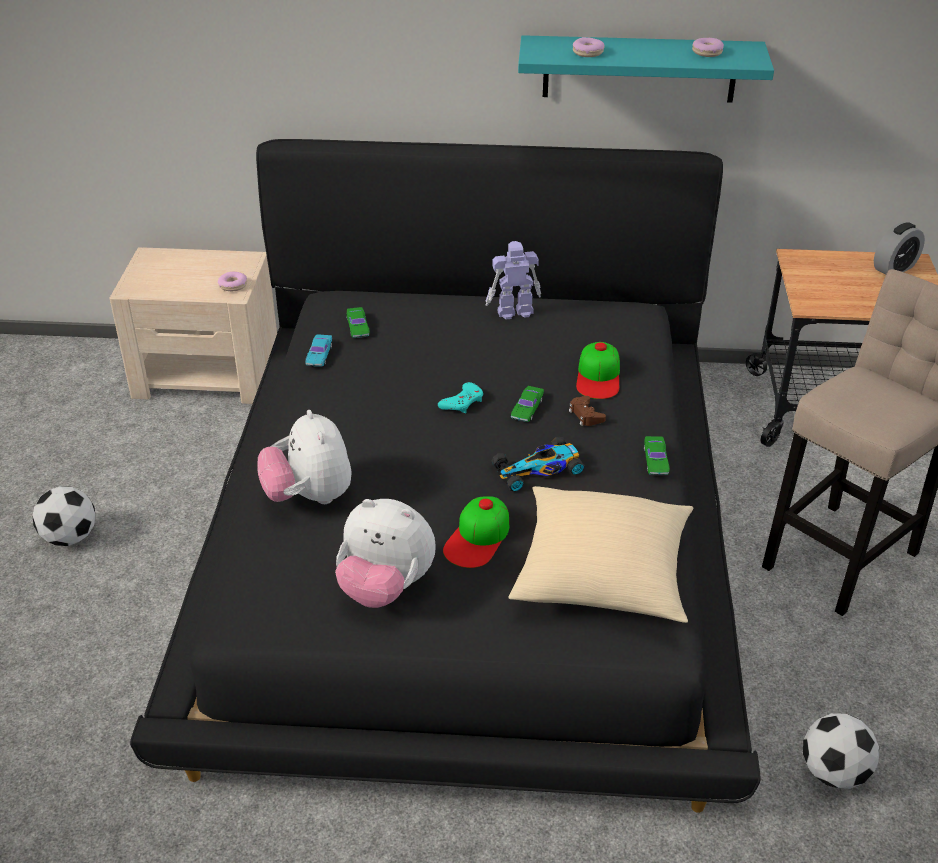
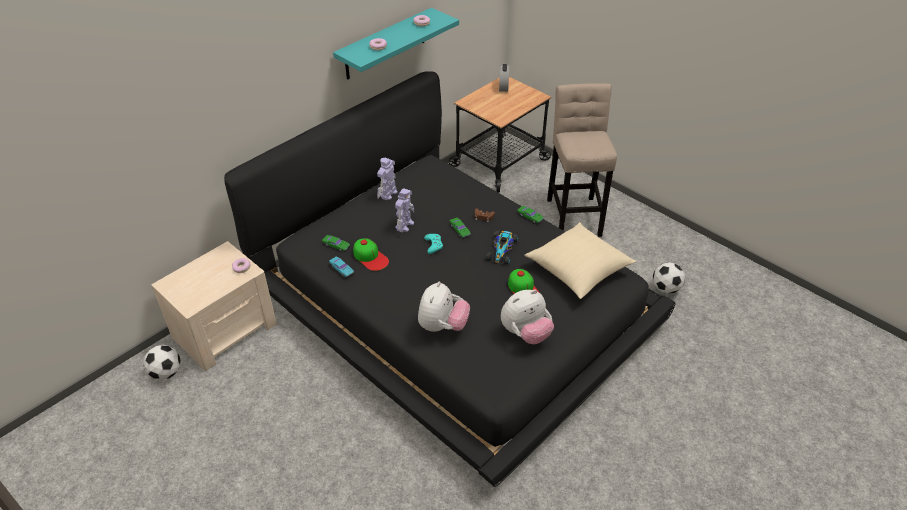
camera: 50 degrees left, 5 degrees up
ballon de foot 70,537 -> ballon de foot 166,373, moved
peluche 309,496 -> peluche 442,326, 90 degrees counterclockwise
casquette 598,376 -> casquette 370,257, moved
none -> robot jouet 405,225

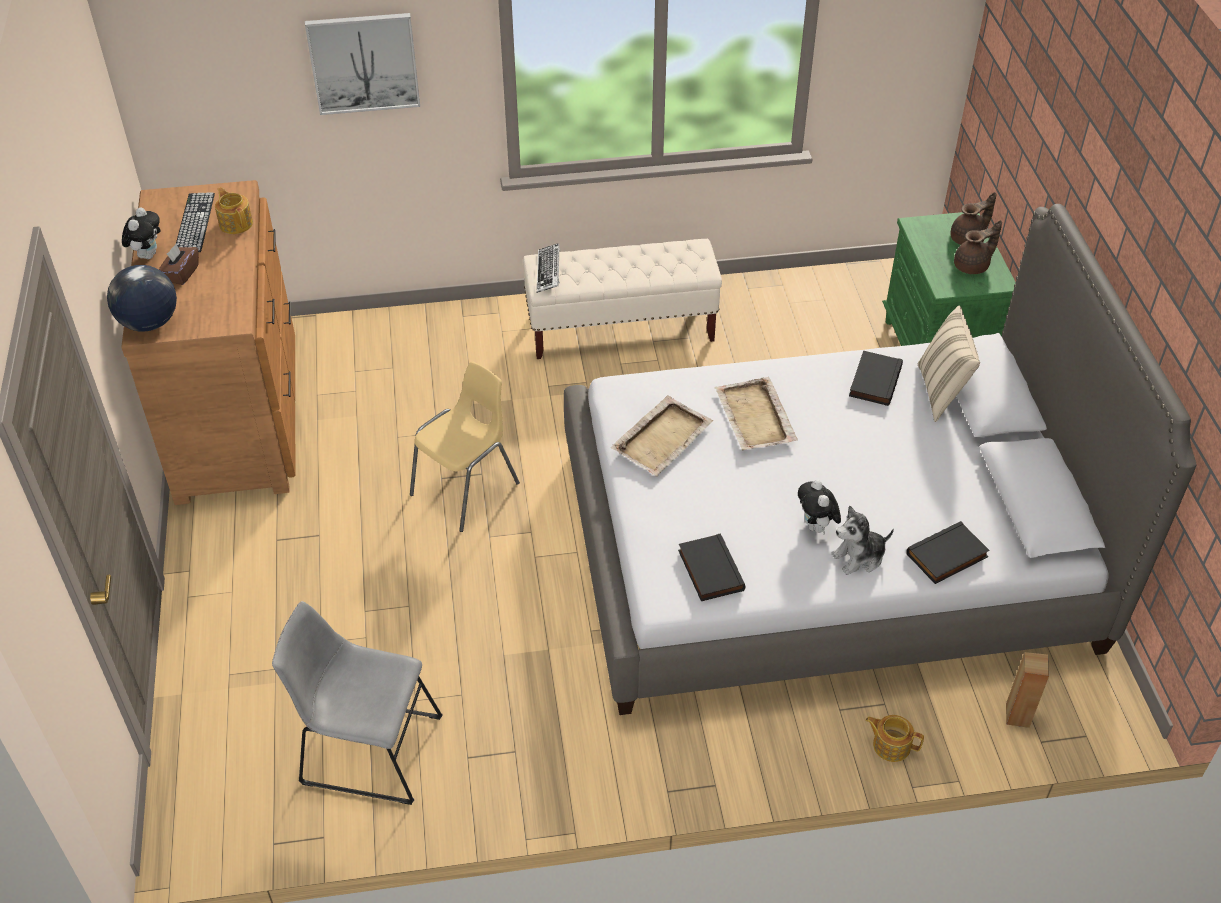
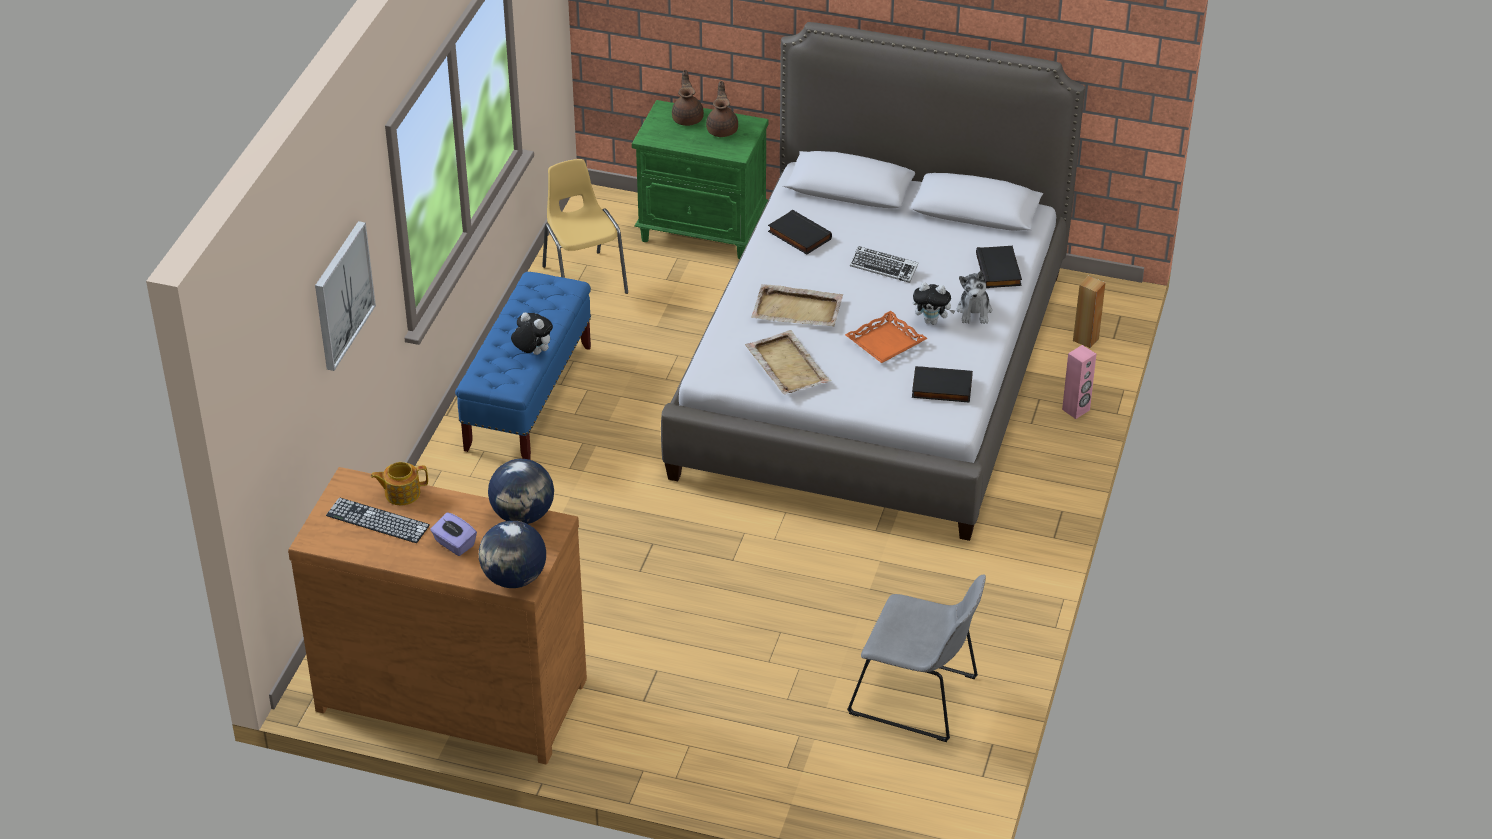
camera: 65 degrees left, 5 degrees down
peluche 147,254 -> peluche 532,353, moved
boîte à mouchoirs [marron] 181,274 -> boîte à mouchoirs [violet] 454,544
chaise [gris] 365,748 -> chaise [gris] 918,697, 105 degrees counterclockwise
chaise [jaune] 467,489 -> chaise [jaune] 584,279, moved
banc [beige] 621,329 -> banc [bleu] 528,398
clavier 548,271 -> clavier 884,268, moved
théière 890,745 -> enceinte [rose] 1076,410
coussin [beige] 942,392 -> none
none -> globe 523,515
none -> plateau [orange] 886,343

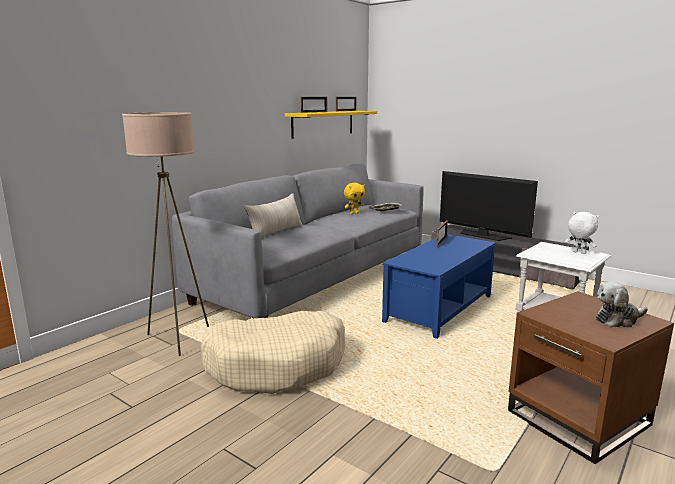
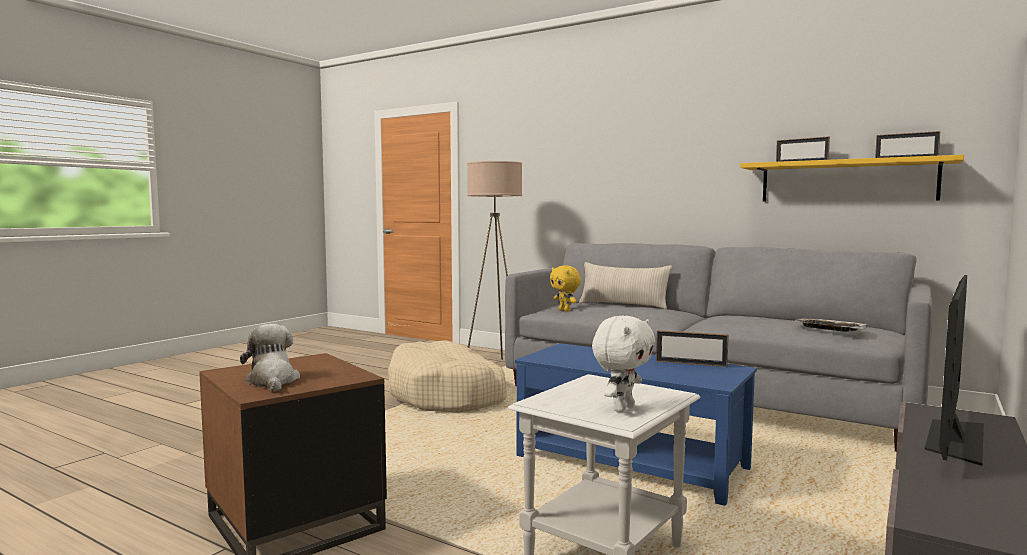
camera: 85 degrees right, 10 degrees down
peluche [jaune] 354,213 -> peluche [jaune] 565,310, moved

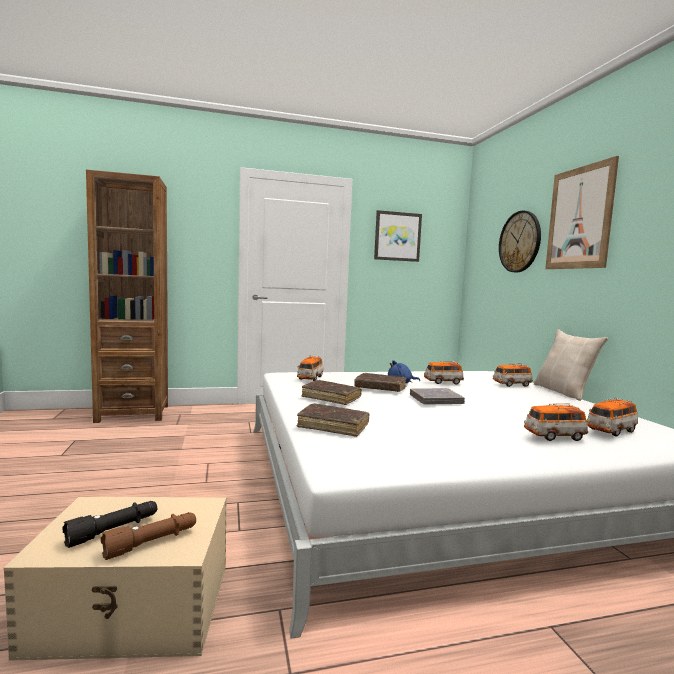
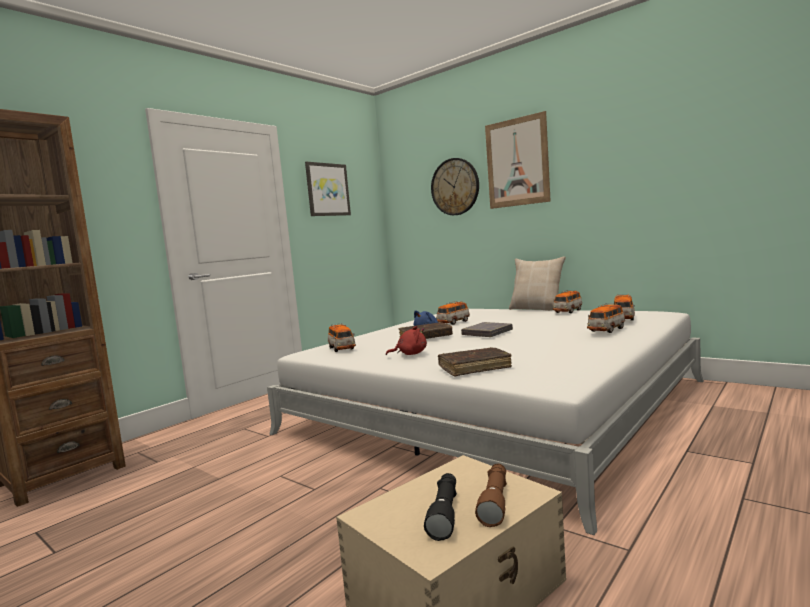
camera: 35 degrees left, 0 degrees up
livre [marron] 331,398 -> peluche [rouge] 410,354
petite voiture 511,384 -> petite voiture 568,311, moved

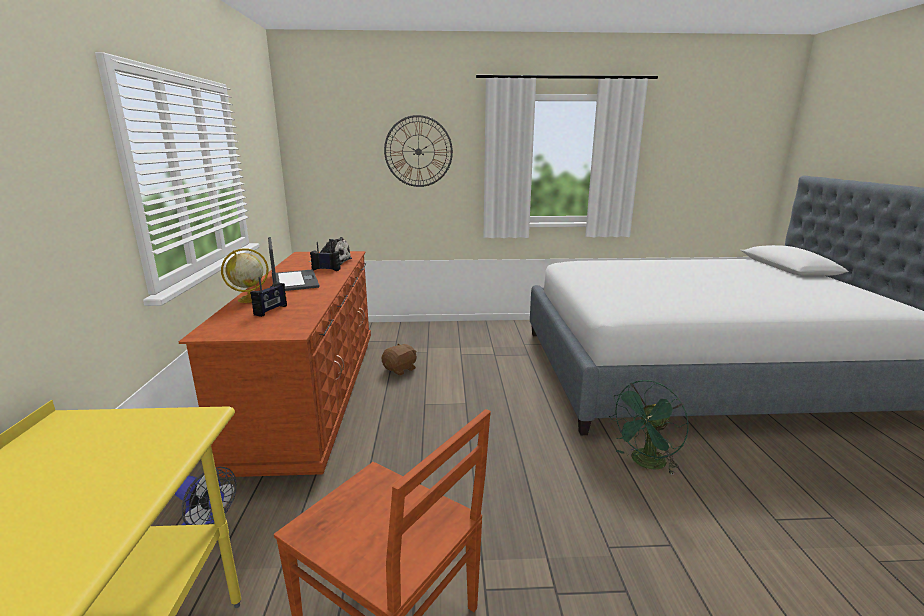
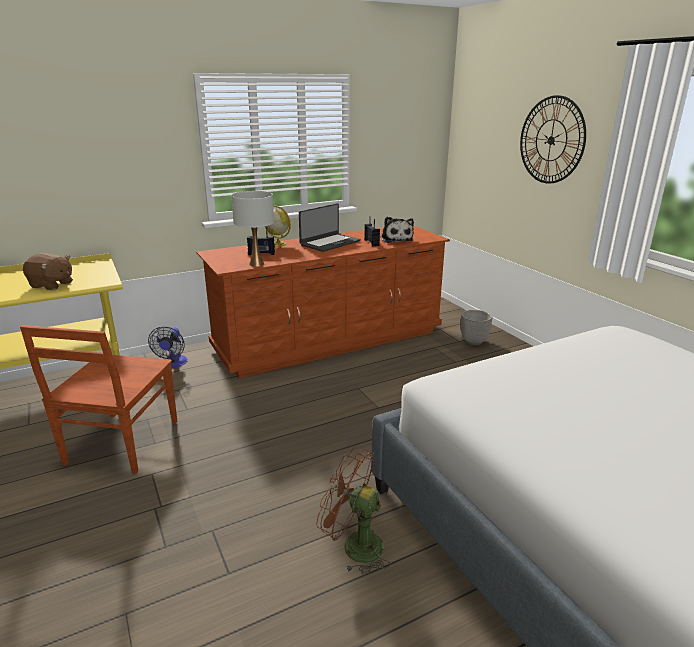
camera: 65 degrees right, 5 degrees up
peluche [marron] 400,369 -> peluche [marron] 51,285, moved
ventilateur [vert] 645,463 -> ventilateur [marron] 354,545
none -> lampe de table [blanc] 256,264
none -> cache-pot 474,342

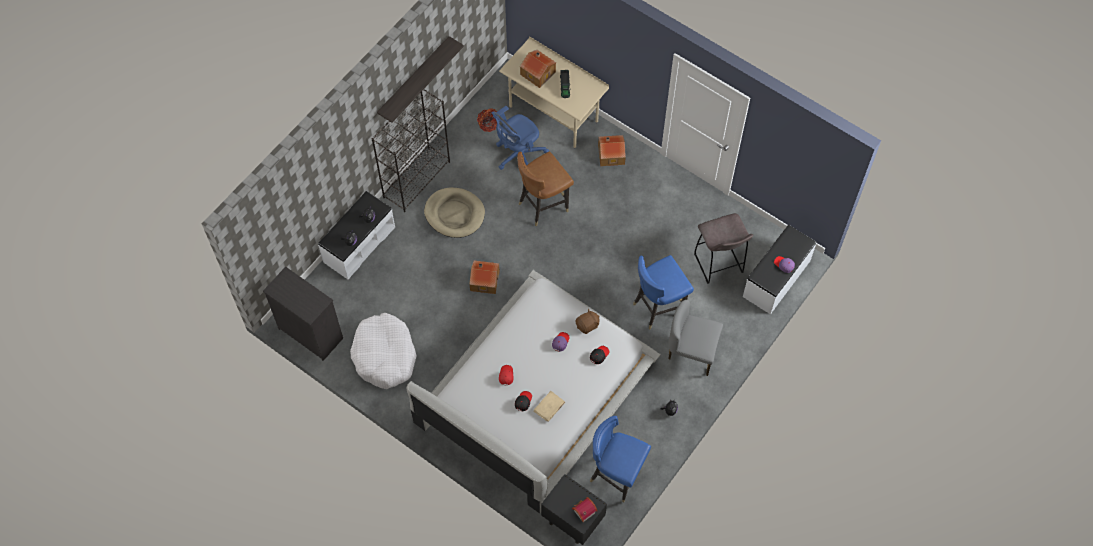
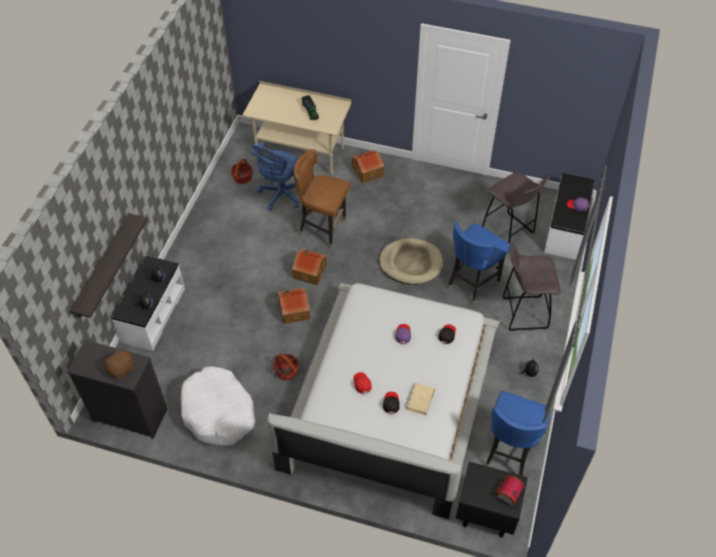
camera: 20 degrees left, 10 degrees down
bibliothèque [noir] 417,179 -> none
étagère 414,79 -> étagère 102,267, moved
panier pour chien [beige] 454,214 -> panier pour chien [beige] 411,263, moved
chaise [marron] 543,205 -> chaise [marron] 323,229, 75 degrees clockwise
maison miniature 538,72 -> maison miniature 309,271, moved
peluche [marron] 587,325 -> peluche [marron] 121,369, moved
chaise [bleu] 616,476 -> chaise [bleu] 508,453, 75 degrees counterclockwise
chaise [gris] 692,351 -> tabouret [gris] 522,313
none -> panier 286,371

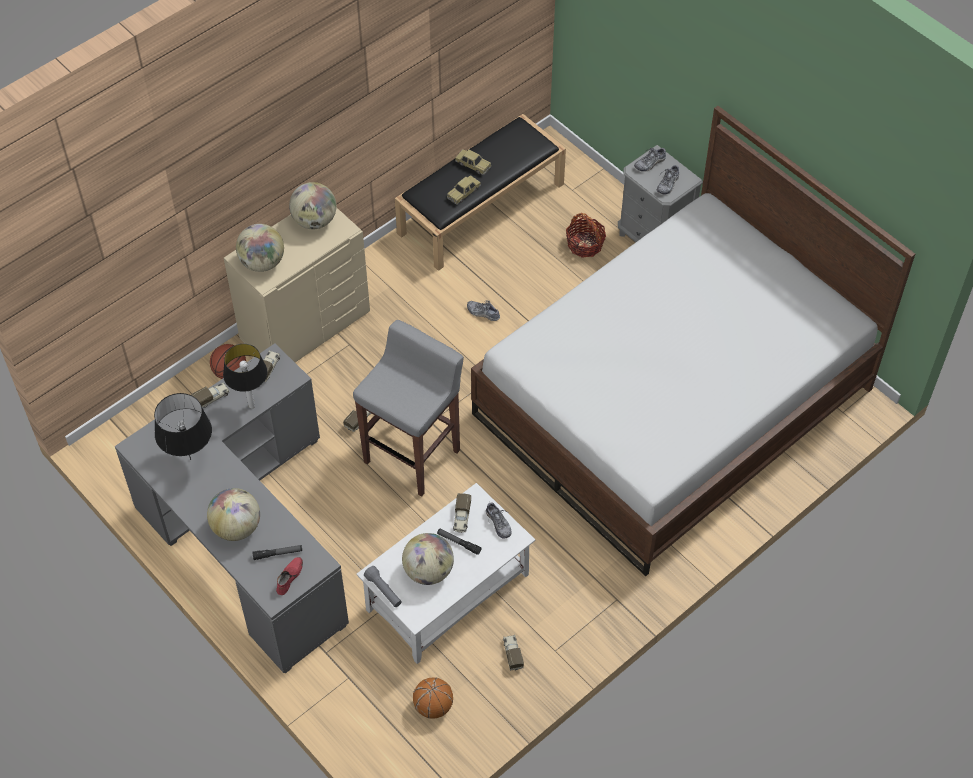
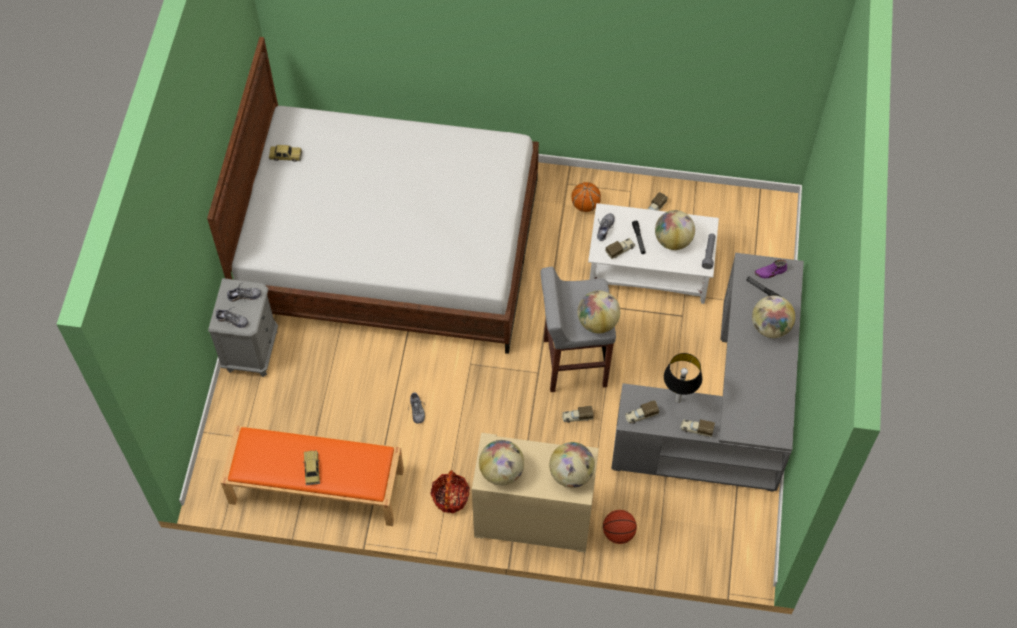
camera: 130 degrees left, 5 degrees up
lampe de table [noir] 190,459 -> none
chaussure [rouge] 289,577 -> chaussure [violet] 770,272
banc [noir] 481,207 -> banc [orange] 315,487
ballon de basket 433,706 -> ballon de basket 585,205, moved
petite voiture 464,193 -> petite voiture 285,156, moved
panier 585,244 -> panier 450,497, moved
none -> globe 597,322

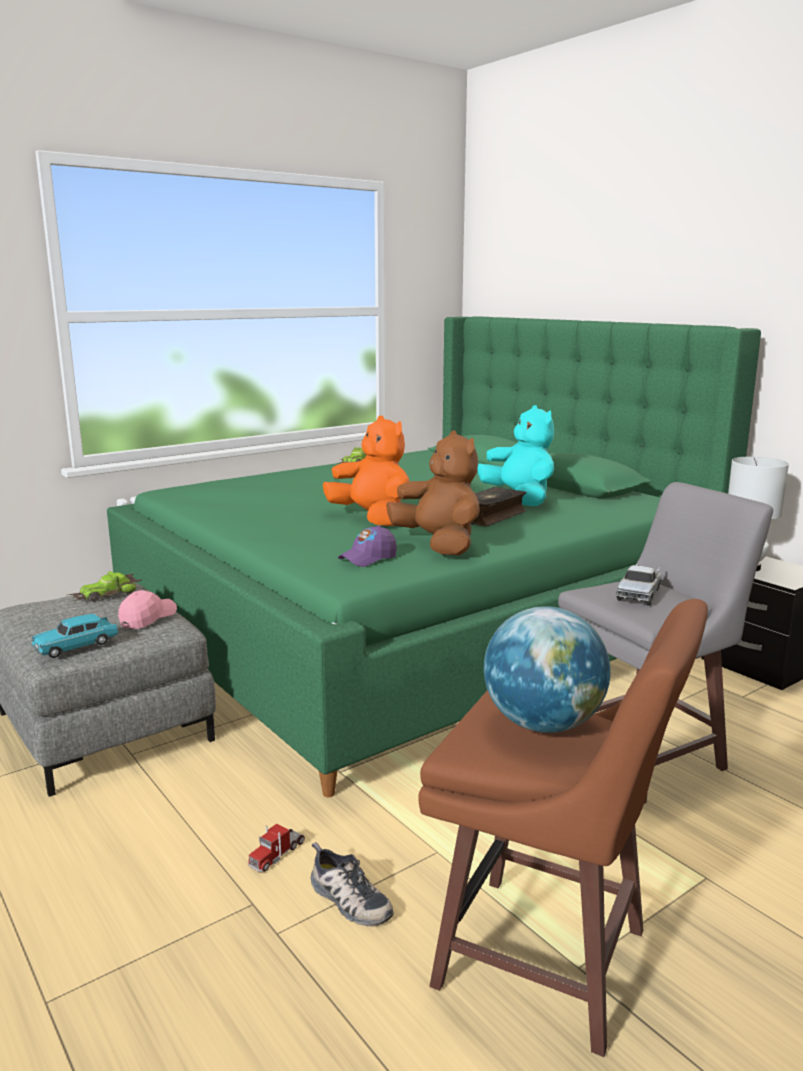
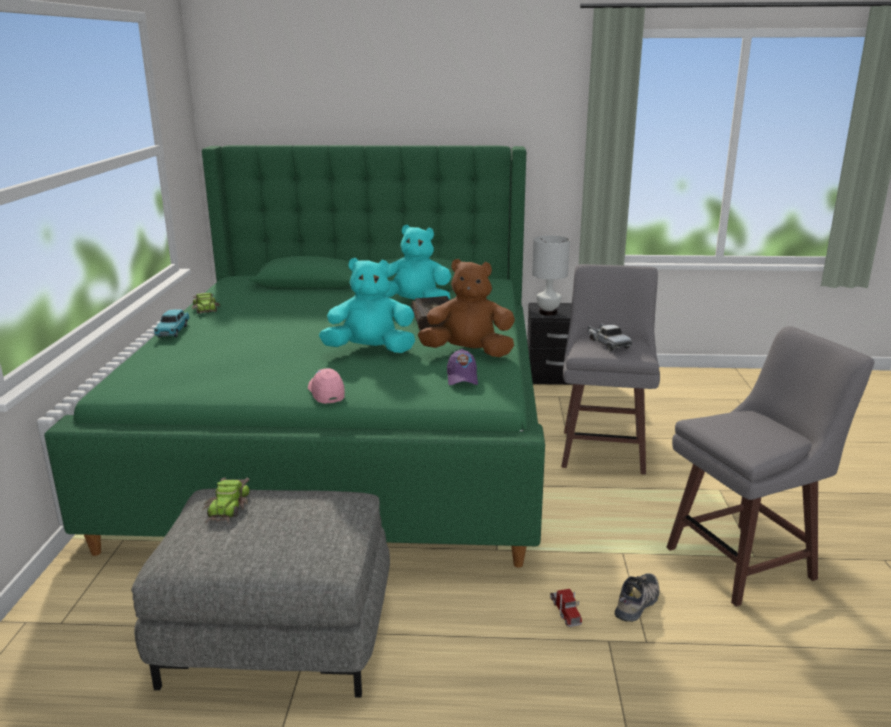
camera: 50 degrees left, 5 degrees up
petite voiture [turquoise] 76,646 -> petite voiture [turquoise] 173,331, moved
casquette [rose] 148,618 -> casquette [rose] 326,393, moved
chaussure 347,900 -> chaussure 638,603, 45 degrees counterclockwise
peluche [orange] 372,518 -> peluche [turquoise] 370,350
tabouret [marron] 547,962 -> tabouret [gris] 744,563
globe 543,724 -> none

